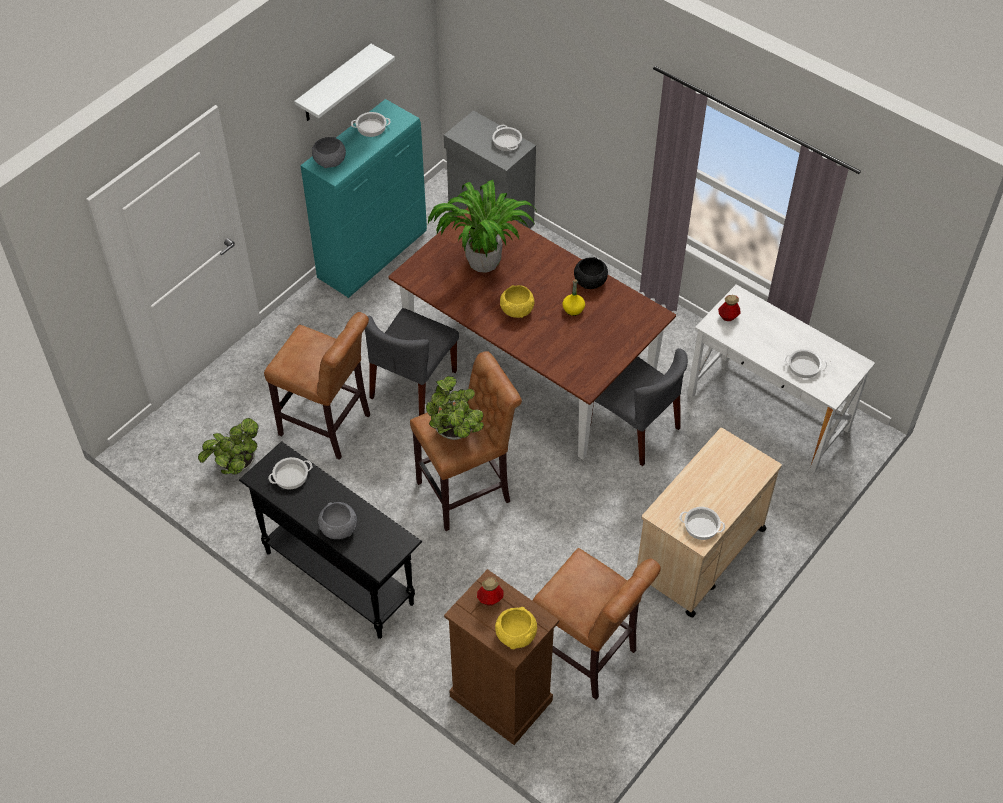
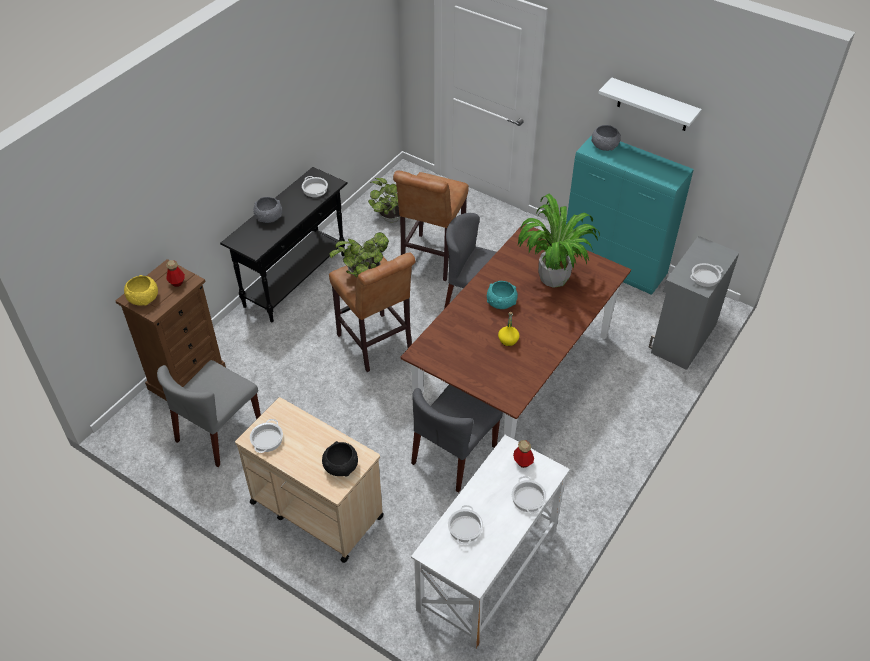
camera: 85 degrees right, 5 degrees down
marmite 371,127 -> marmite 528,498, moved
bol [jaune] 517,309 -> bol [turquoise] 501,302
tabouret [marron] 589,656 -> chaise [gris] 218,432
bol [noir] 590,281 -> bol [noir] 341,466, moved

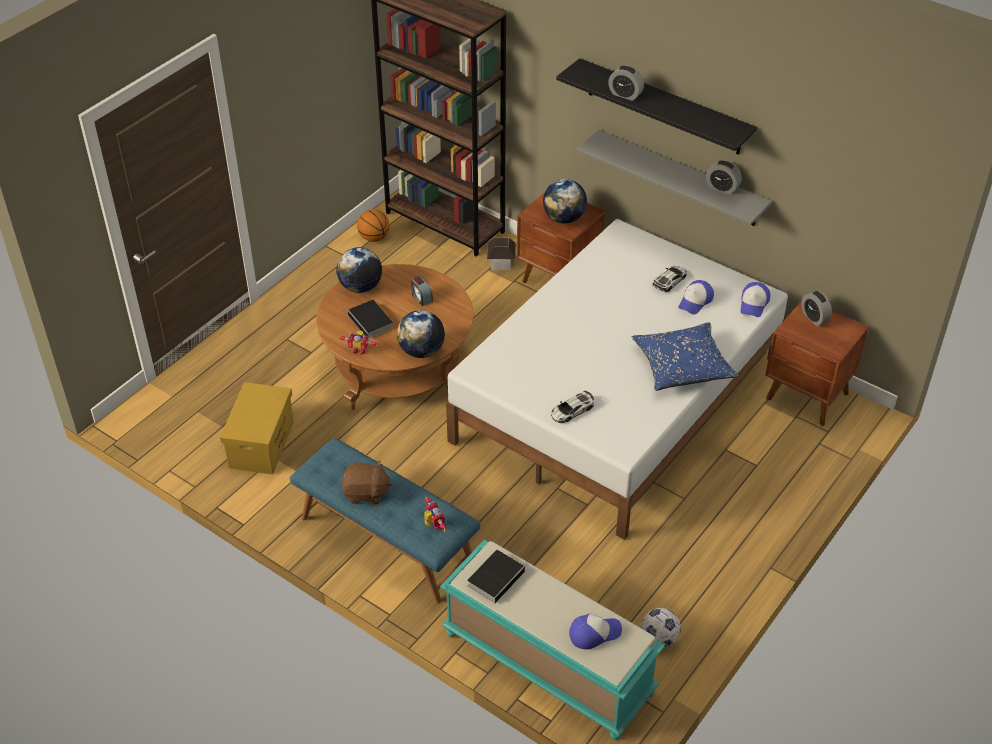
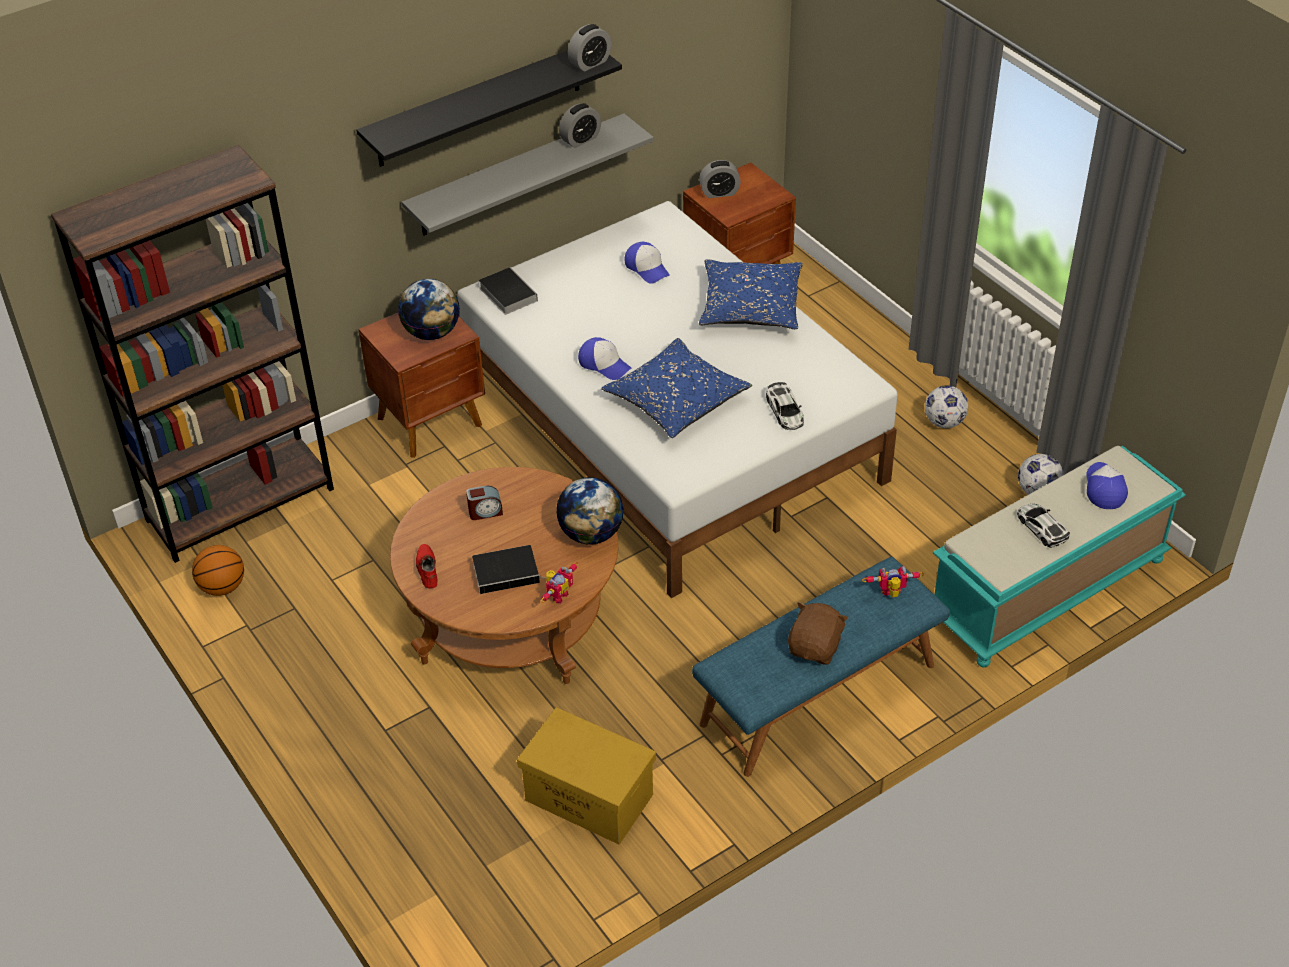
camera: 70 degrees left, 0 degrees up
globe 360,287 -> chaussure [rouge] 427,569
livre 496,577 -> livre 506,293, moved
maison miniature 501,262 -> none
réveil 625,94 -> réveil 590,63, moved
petite voiture 670,281 -> petite voiture 1041,528, moved
casquette 754,304 -> casquette 604,364, moved
none -> coussin [bleu] 676,400
none -> ballon de foot 944,422

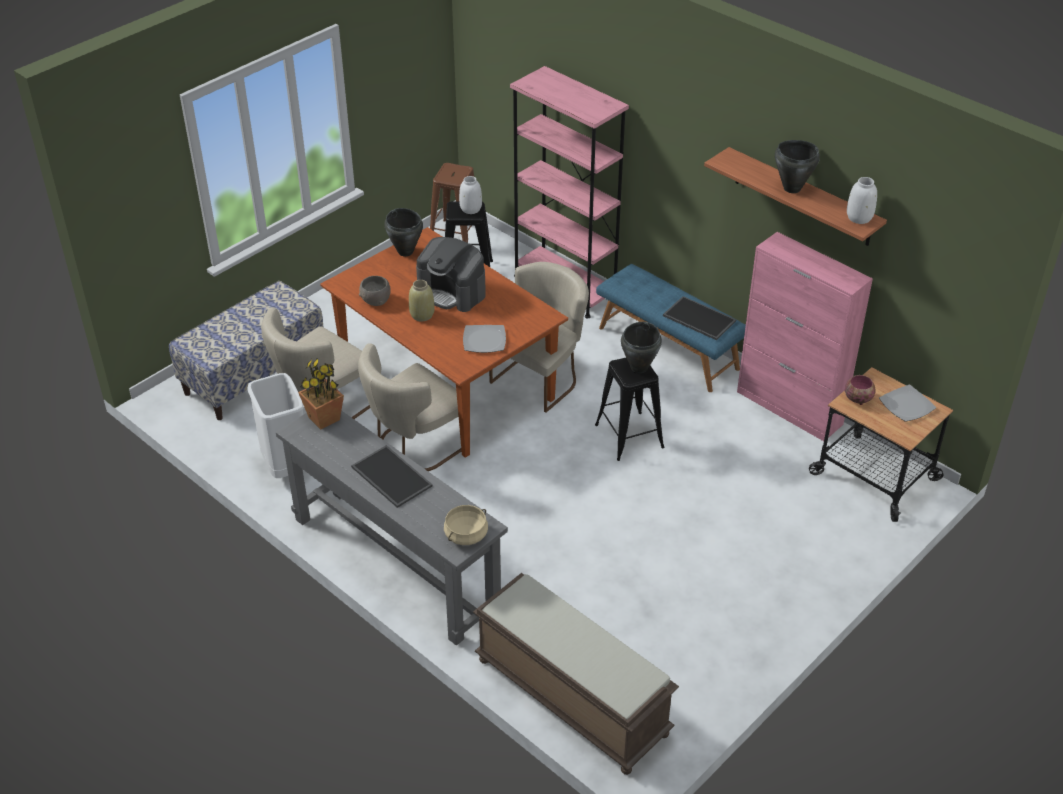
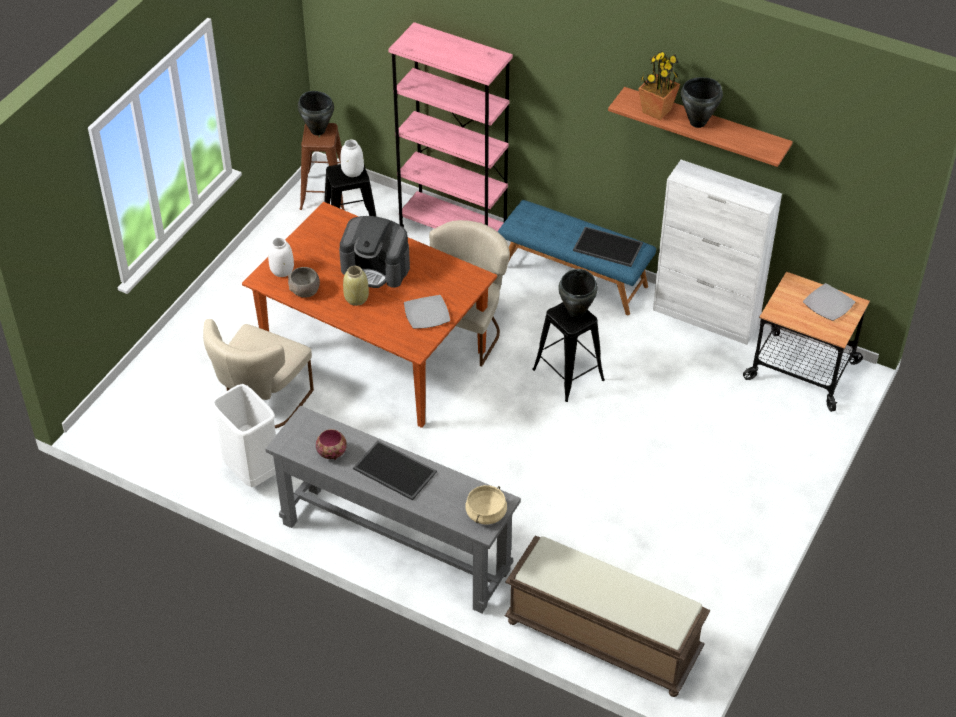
camera: 15 degrees left, 5 degrees up
banc 254,374 -> none
plante en pot 324,418 -> plante en pot 656,110, moved
chaise [beige] 414,447 -> none
marmite [noir] 405,251 -> marmite [noir] 318,130, moved
meuble de rangement [rose] 789,408 -> meuble de rangement [blanc] 706,317
bol 858,398 -> bol 332,452, moved
vase [blanc] 859,218 -> vase [blanc] 282,270, moved

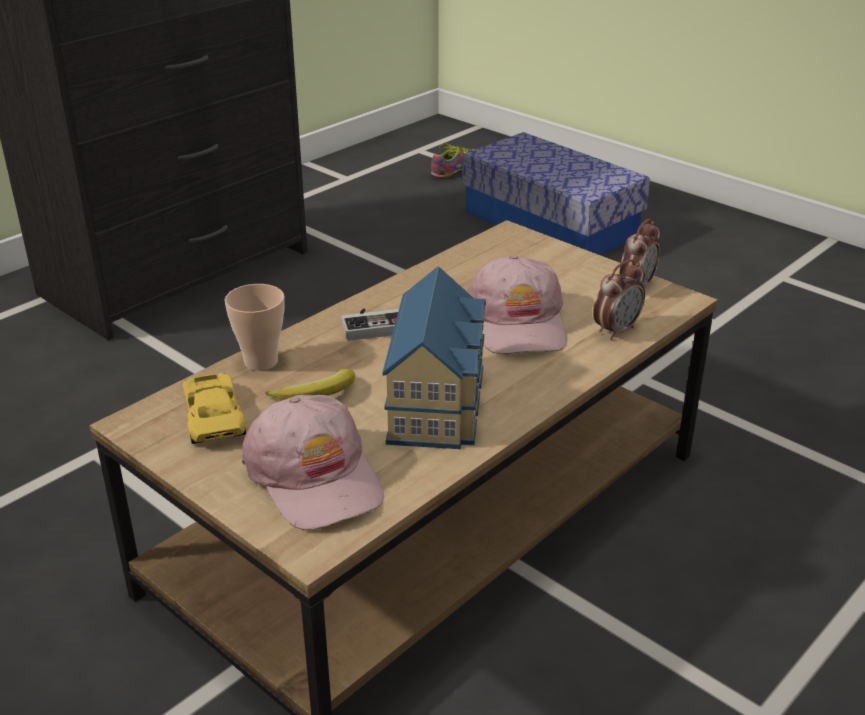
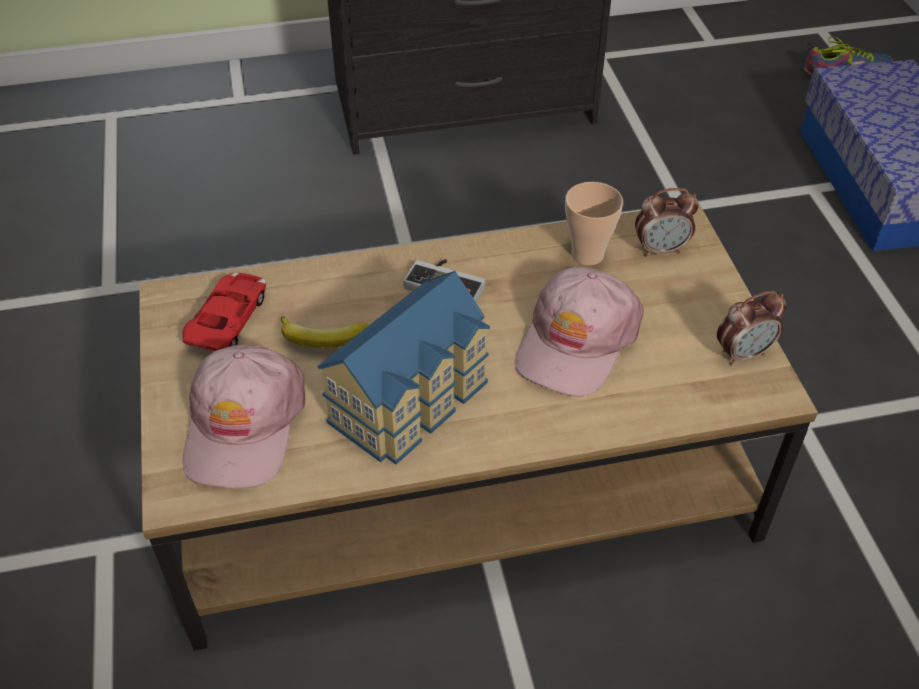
camera: 35 degrees right, 15 degrees up
petite voiture [jaune] 213,415 -> petite voiture [rouge] 229,319
tasse 261,362 -> tasse 587,254, moved
réveil 616,331 -> réveil 661,249, moved

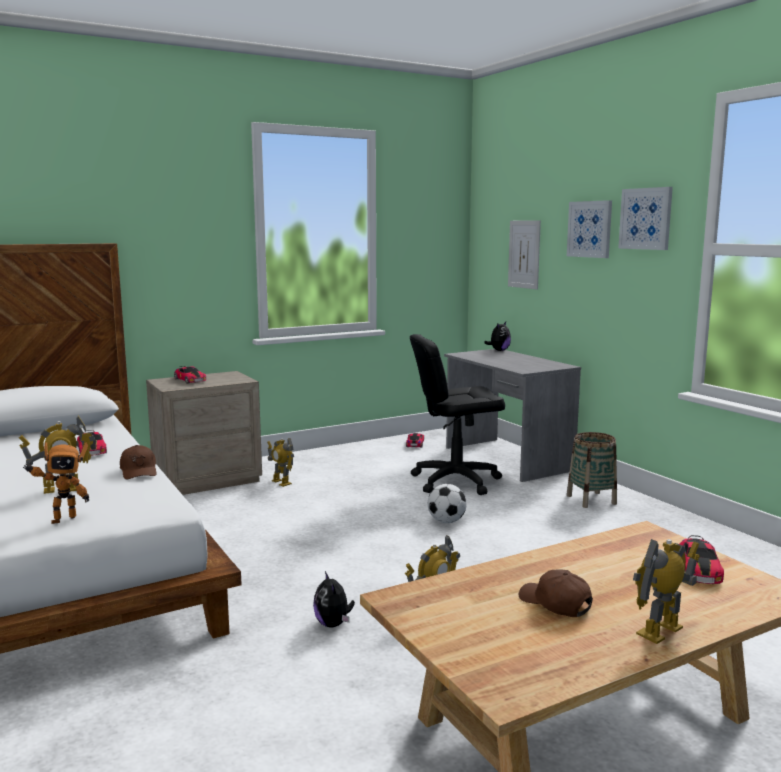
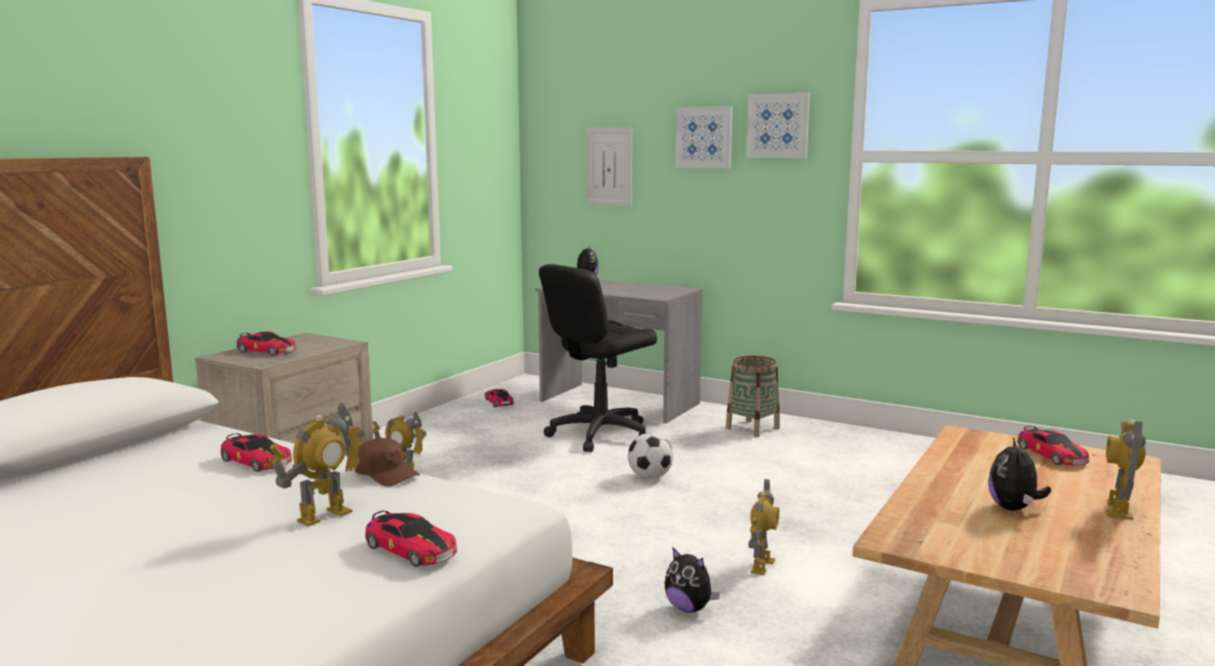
camera: 30 degrees left, 0 degrees up
robot jouet 62,519 -> petite voiture 410,549
casquette [marron] 555,603 -> peluche 1014,509

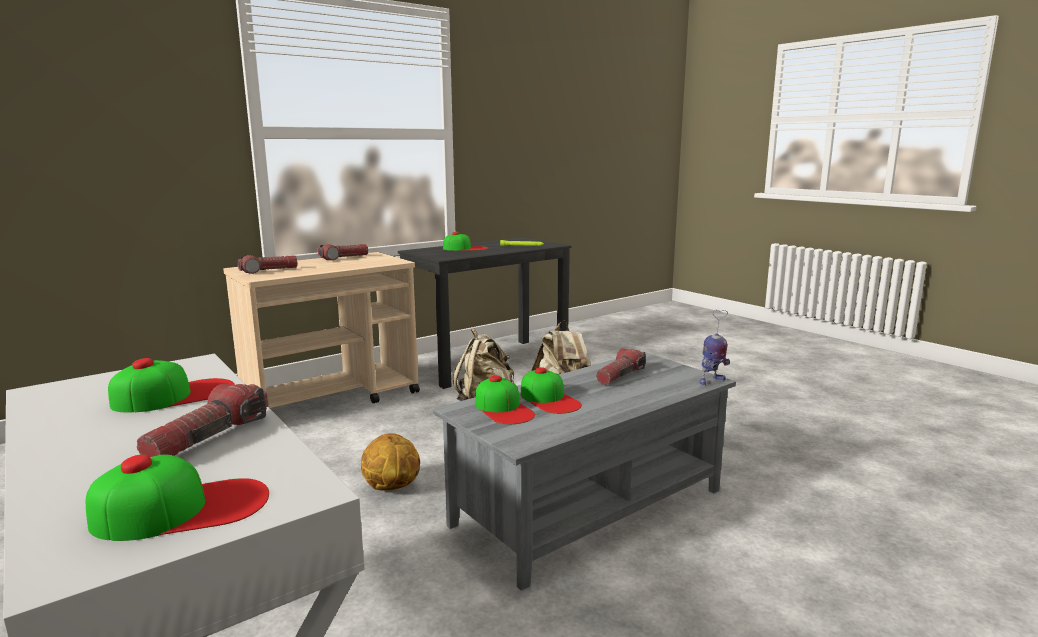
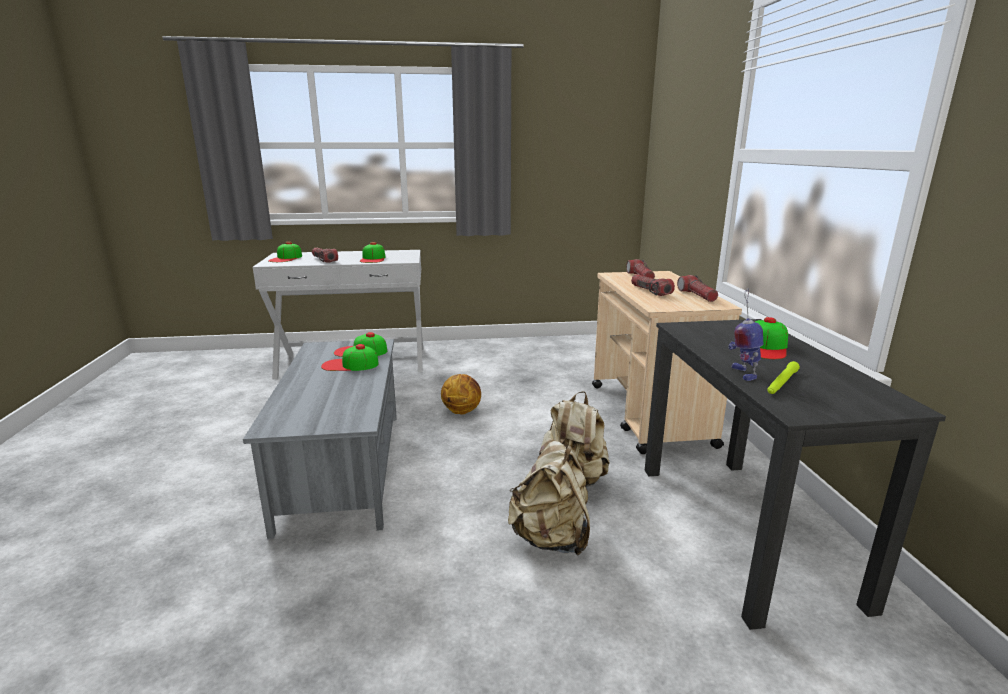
camera: 120 degrees right, 5 degrees up
lampe de poche 620,376 -> lampe de poche 650,291, moved
robot jouet 711,381 -> robot jouet 742,373, moved

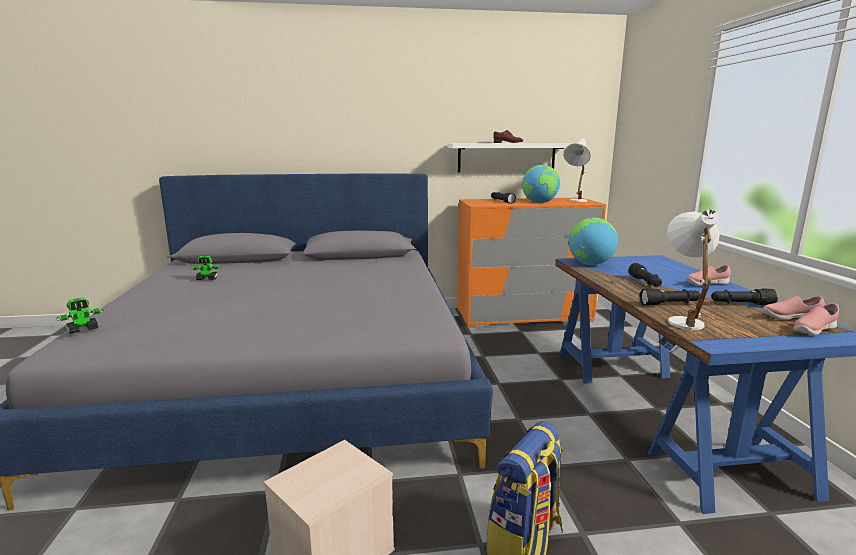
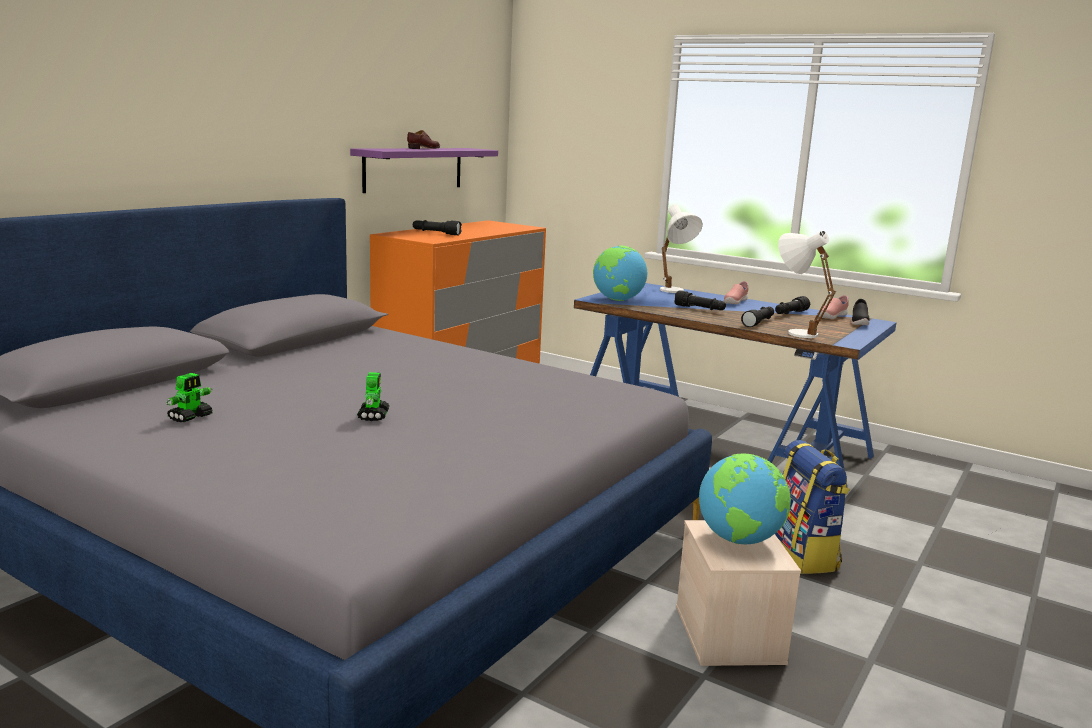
camera: 50 degrees left, 0 degrees up
robot jouet 83,329 -> robot jouet 373,415, moved
étagère [blanc] 506,157 -> étagère [violet] 414,169
globe 540,203 -> globe 739,540, moved
lampe de table [blanc] 575,201 -> lampe de table [blanc] 674,292, moved
chaussure [rose] 813,330 -> chaussure [noir] 858,322

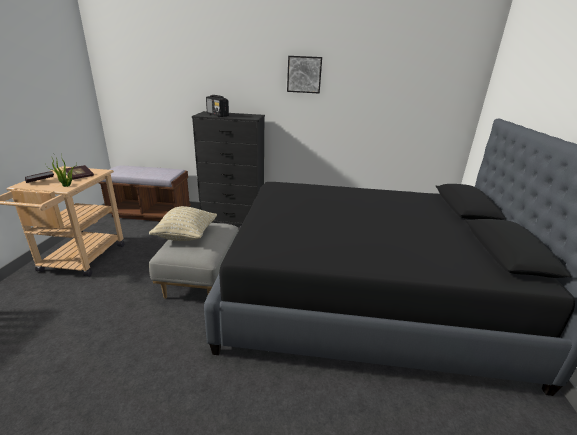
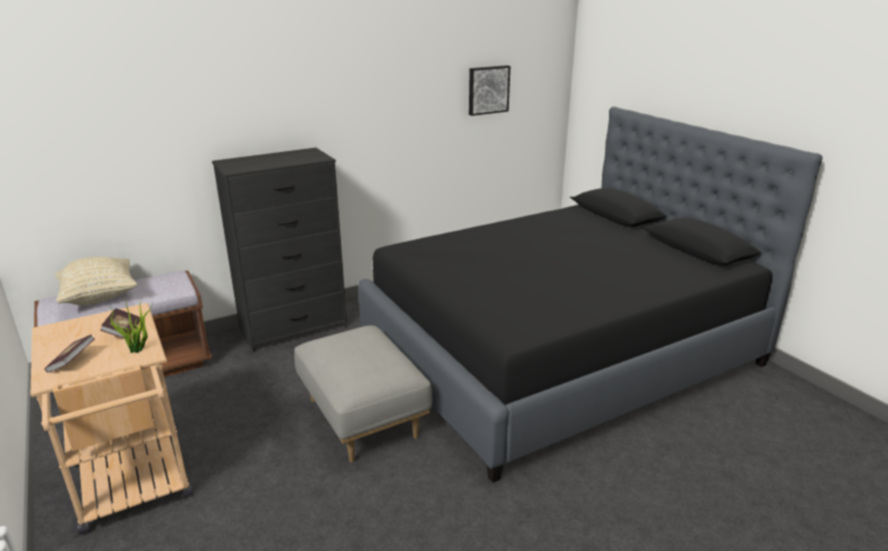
camera: 35 degrees left, 0 degrees up
coussin [beige] 186,236 -> coussin [beige] 100,297, moved
radio 217,115 -> none
tableau 304,74 -> tableau 488,90, moved

